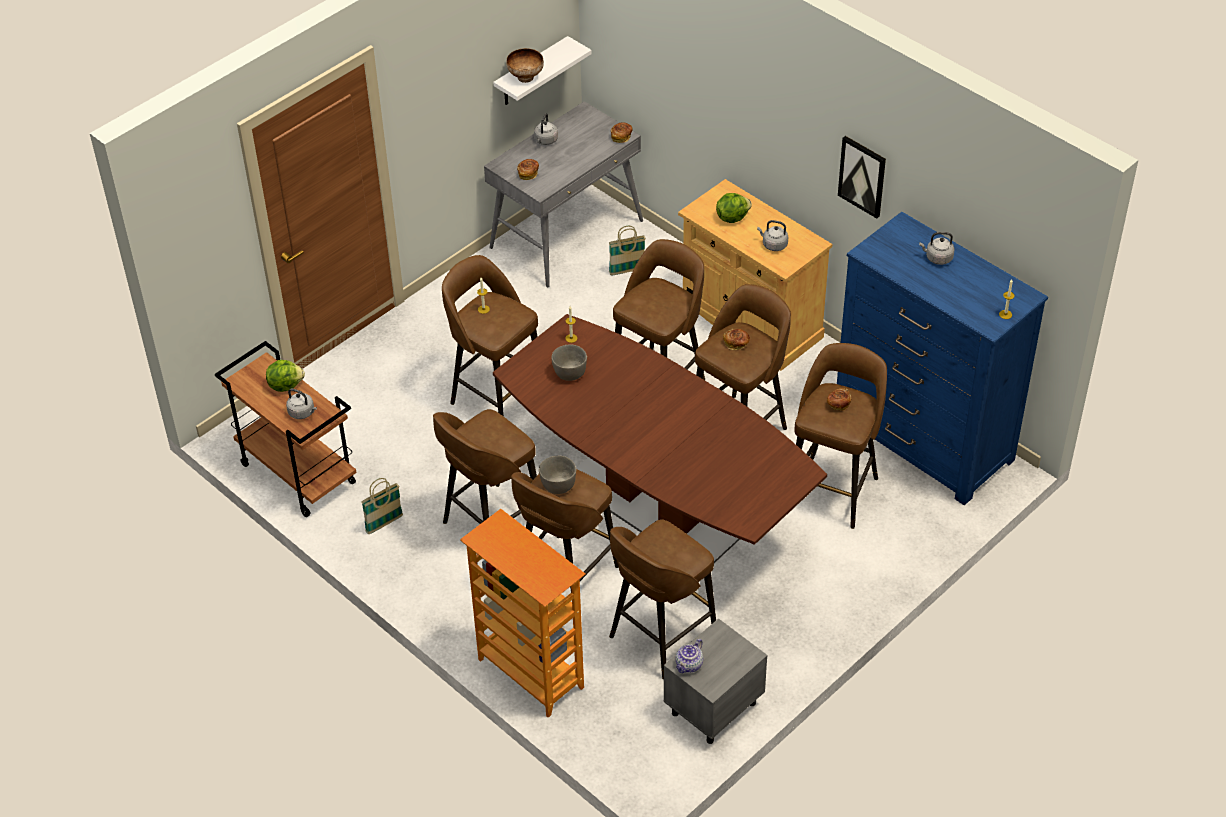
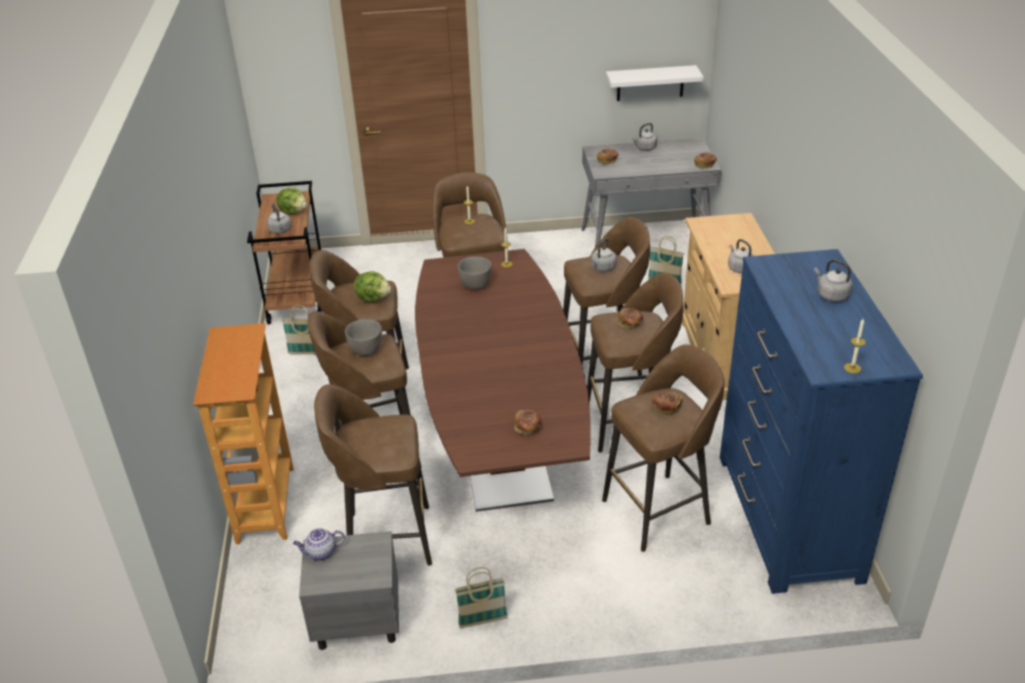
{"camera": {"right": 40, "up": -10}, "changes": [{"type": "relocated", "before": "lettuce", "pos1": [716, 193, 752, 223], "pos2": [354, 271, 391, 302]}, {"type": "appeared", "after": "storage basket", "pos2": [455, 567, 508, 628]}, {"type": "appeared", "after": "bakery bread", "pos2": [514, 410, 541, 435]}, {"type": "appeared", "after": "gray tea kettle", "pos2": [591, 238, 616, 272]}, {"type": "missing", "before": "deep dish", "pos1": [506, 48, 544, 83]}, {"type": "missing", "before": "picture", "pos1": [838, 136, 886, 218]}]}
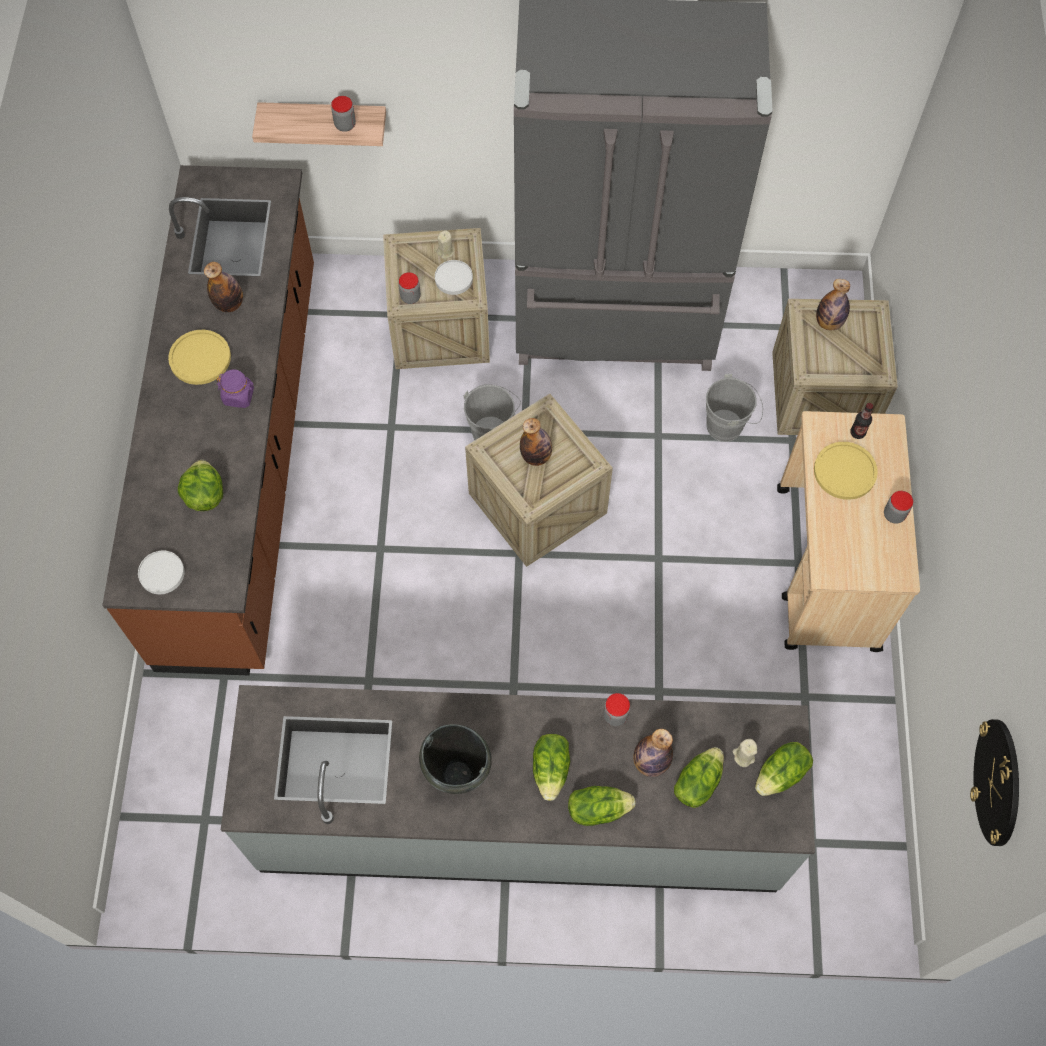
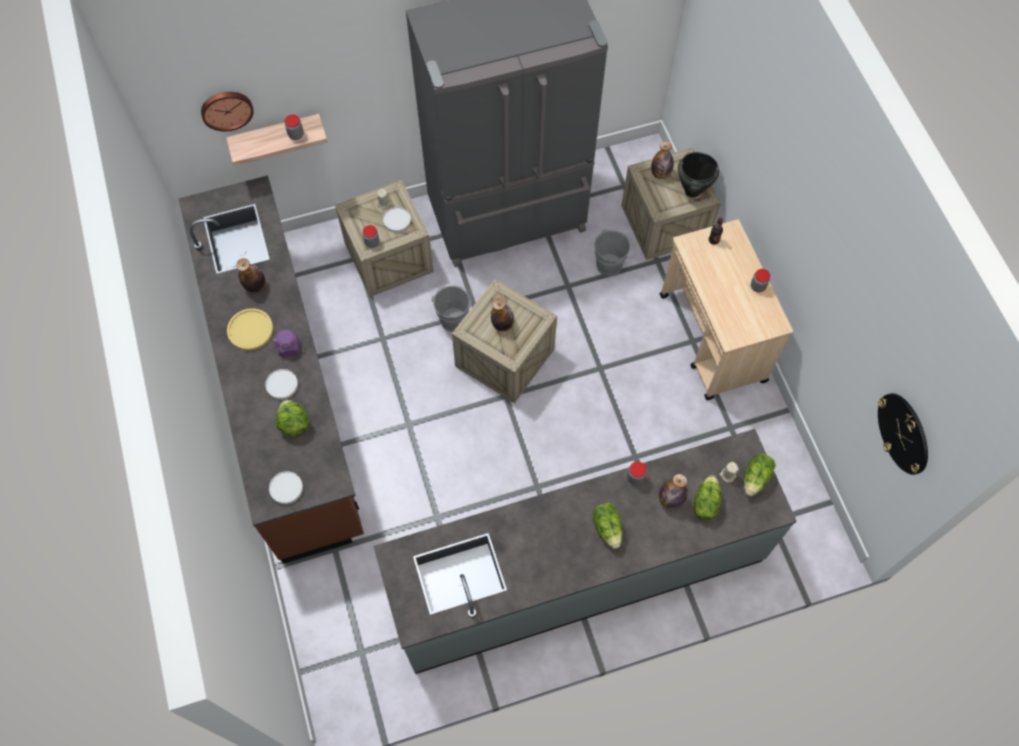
{"camera": {"right": -20, "up": 0}, "changes": [{"type": "appeared", "after": "clock on the wall", "pos2": [201, 92, 254, 131]}, {"type": "appeared", "after": "white plate", "pos2": [265, 369, 298, 400]}, {"type": "relocated", "before": "black saucepot", "pos1": [419, 724, 492, 794], "pos2": [678, 152, 719, 197]}, {"type": "missing", "before": "lettuce", "pos1": [568, 786, 636, 826]}, {"type": "missing", "before": "yellow plate", "pos1": [814, 442, 878, 500]}]}
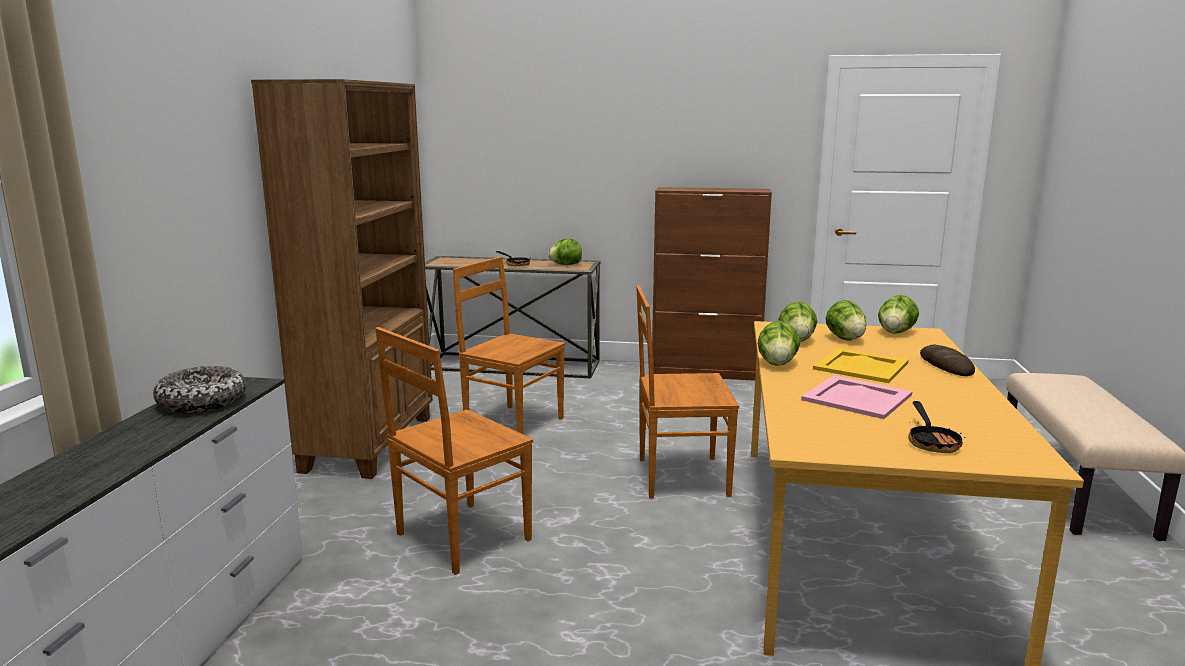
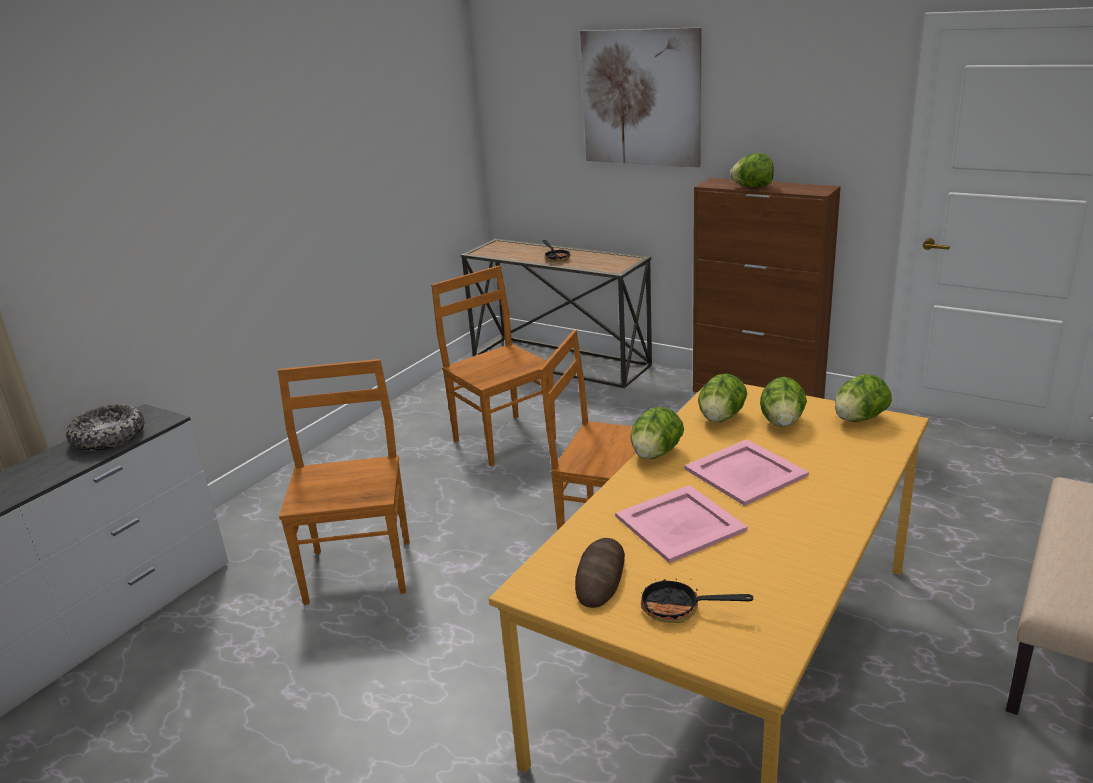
{"camera": {"right": 25, "up": 10}, "changes": [{"type": "spun", "before": "brown plain chair", "pos1": [375, 327, 533, 575], "pos2": [278, 359, 410, 605], "turn": 105}, {"type": "relocated", "before": "bakery bread", "pos1": [920, 345, 975, 376], "pos2": [575, 538, 625, 608]}, {"type": "appeared", "after": "picture", "pos2": [580, 27, 702, 168]}, {"type": "spun", "before": "skillet", "pos1": [908, 401, 966, 453], "pos2": [641, 578, 753, 623], "turn": 75}, {"type": "colour", "before": "yellow serving tray", "after": "pink-coloured serving tray", "pos1": [813, 348, 909, 383], "pos2": [684, 439, 809, 506]}, {"type": "relocated", "before": "lettuce", "pos1": [548, 238, 582, 265], "pos2": [730, 153, 774, 187]}, {"type": "missing", "before": "brown shelving unit", "pos1": [251, 79, 433, 479]}]}
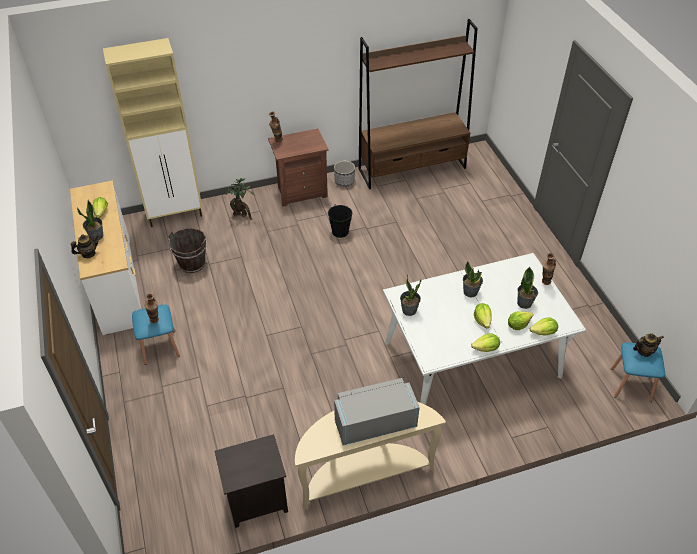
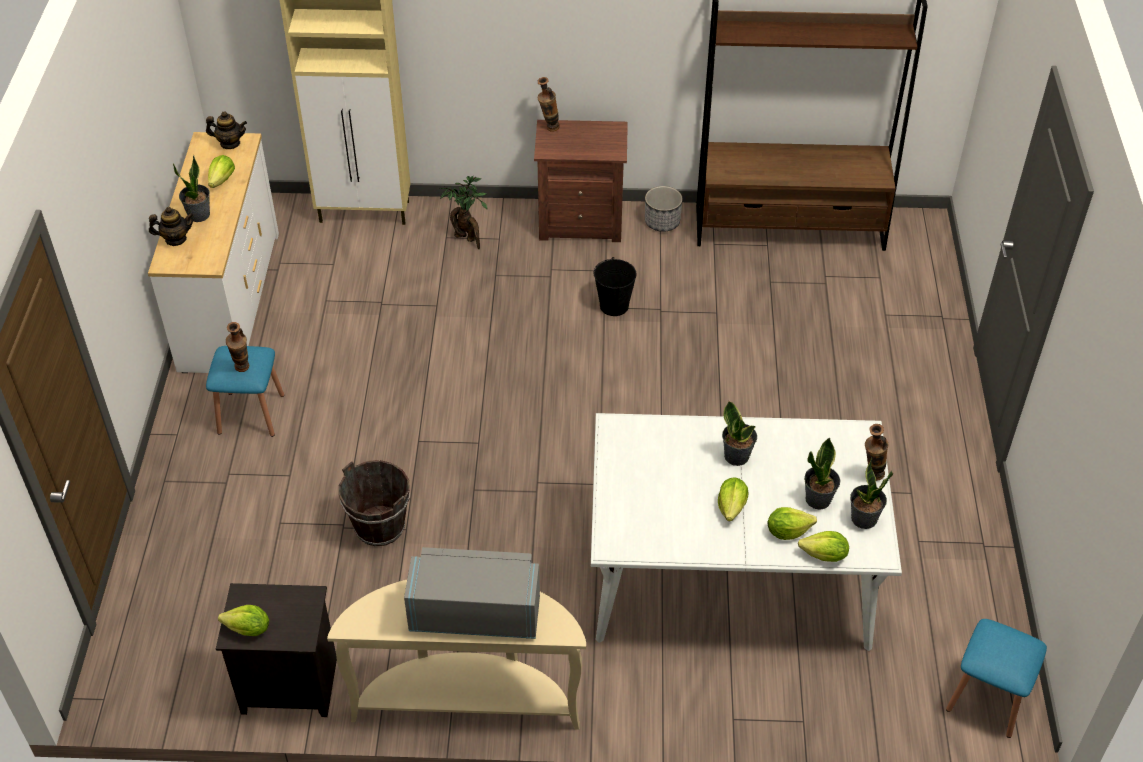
{"camera": {"right": 20, "up": 0}, "changes": [{"type": "relocated", "before": "tea pot", "pos1": [633, 334, 664, 357], "pos2": [206, 111, 247, 149]}, {"type": "relocated", "before": "lettuce", "pos1": [471, 333, 500, 352], "pos2": [218, 605, 269, 636]}, {"type": "relocated", "before": "brown bucket", "pos1": [168, 228, 207, 273], "pos2": [339, 460, 410, 546]}, {"type": "relocated", "before": "houseplant", "pos1": [400, 275, 422, 316], "pos2": [850, 457, 893, 529]}]}
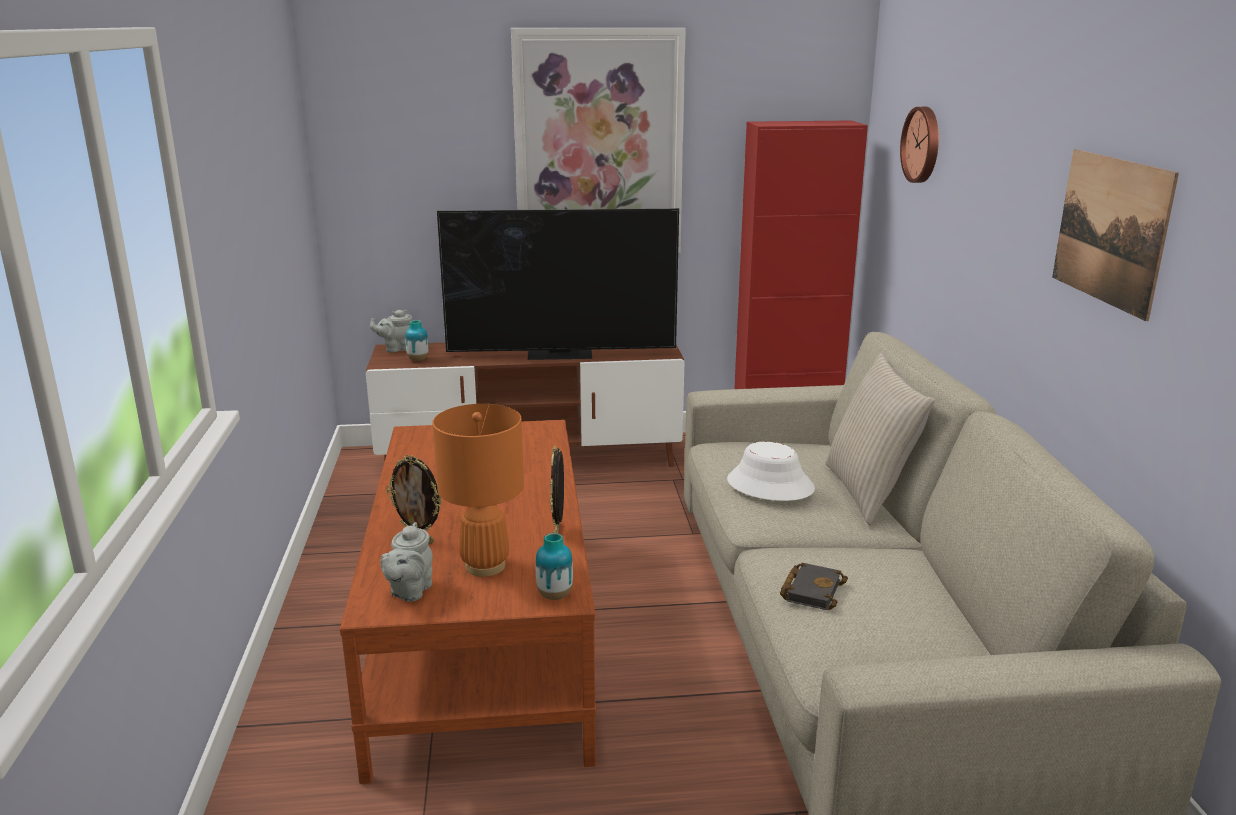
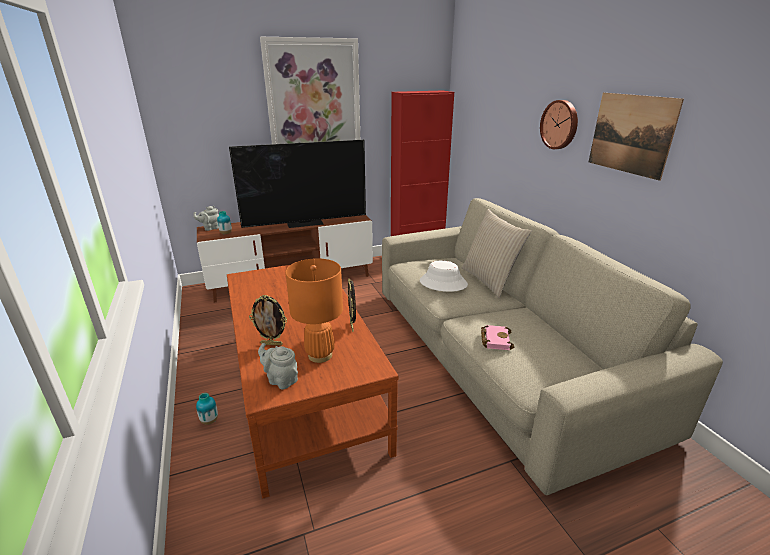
{"camera": {"right": -15, "up": 5}, "changes": [{"type": "relocated", "before": "decorative vase", "pos1": [536, 533, 573, 600], "pos2": [196, 393, 218, 425]}, {"type": "spun", "before": "gray tea pot", "pos1": [380, 522, 433, 602], "pos2": [258, 343, 298, 389], "turn": 120}, {"type": "colour", "before": "black bound book", "after": "pink-coloured bound book", "pos1": [780, 563, 848, 610], "pos2": [481, 325, 514, 350]}, {"type": "relocated", "before": "clock on the wall", "pos1": [900, 107, 939, 183], "pos2": [540, 100, 578, 149]}]}
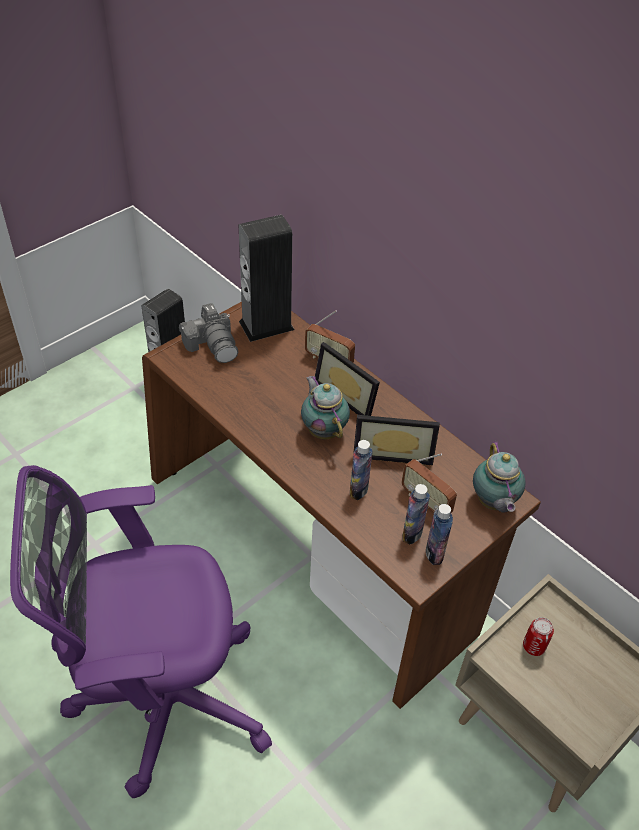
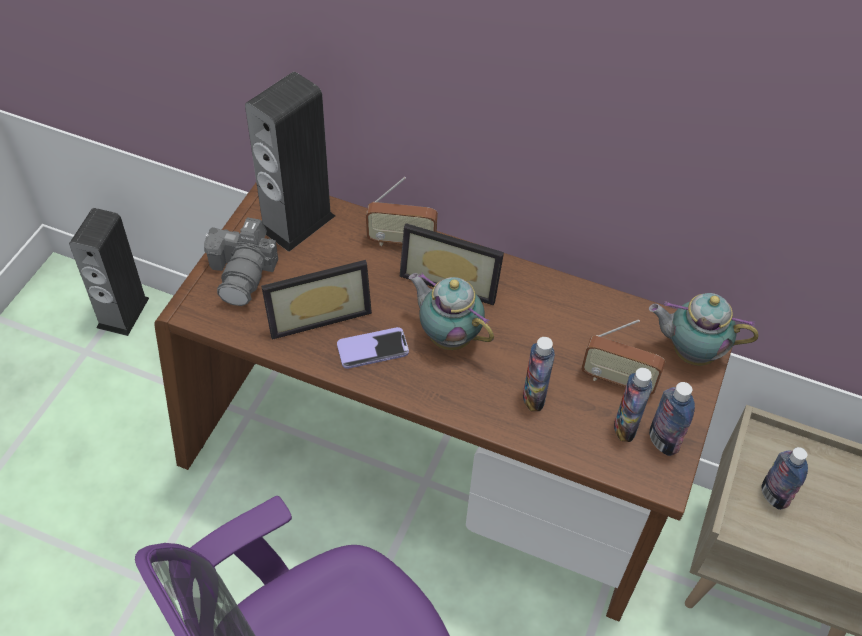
{"camera": {"right": -25, "up": 5}, "changes": [{"type": "spun", "before": "still camera", "pos1": [179, 303, 238, 363], "pos2": [204, 217, 278, 306], "turn": 60}, {"type": "relocated", "before": "photo frame", "pos1": [353, 415, 440, 465], "pos2": [261, 260, 372, 340]}, {"type": "appeared", "after": "handset", "pos2": [337, 327, 409, 369]}, {"type": "spun", "before": "tea pot", "pos1": [473, 441, 526, 513], "pos2": [649, 293, 759, 366], "turn": 135}, {"type": "exchanged", "before": "can", "after": "beverage bottle", "pos1": [523, 617, 554, 656], "pos2": [761, 447, 808, 510]}]}
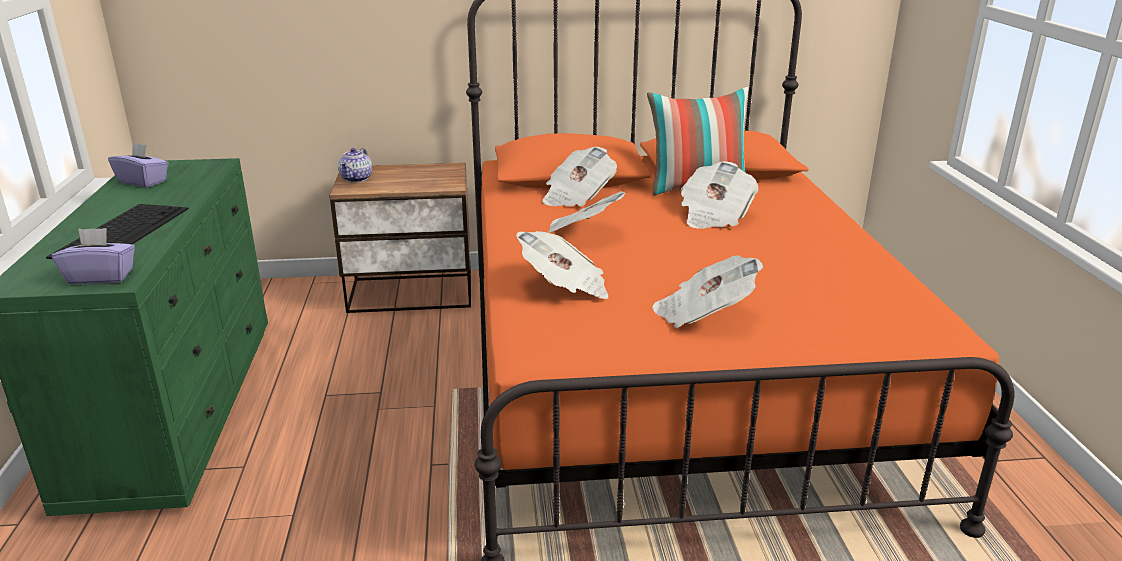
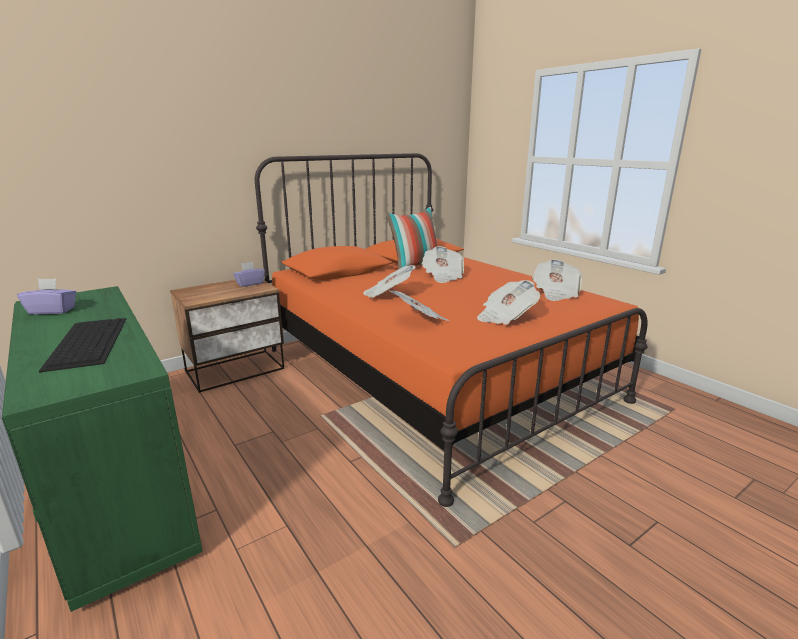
{"camera": {"right": -30, "up": -5}, "changes": [{"type": "relocated", "before": "purple tissue holder", "pos1": [52, 228, 135, 284], "pos2": [233, 262, 265, 287]}, {"type": "relocated", "before": "printed paper", "pos1": [542, 147, 617, 207], "pos2": [532, 259, 583, 301]}, {"type": "missing", "before": "tea pot", "pos1": [338, 148, 372, 183]}]}
